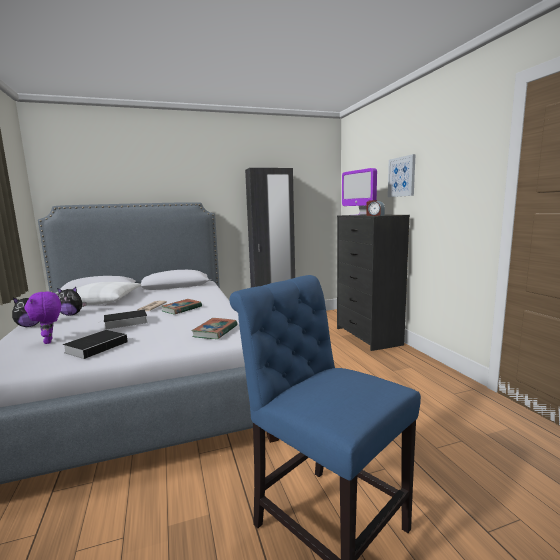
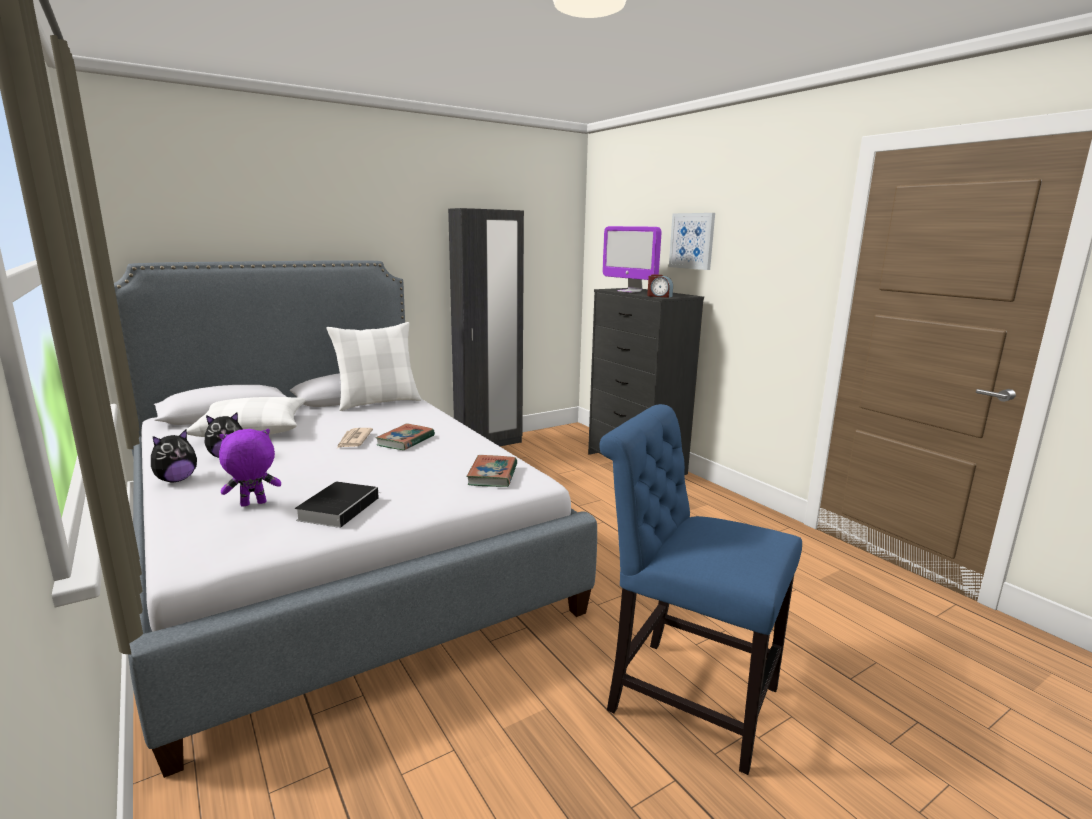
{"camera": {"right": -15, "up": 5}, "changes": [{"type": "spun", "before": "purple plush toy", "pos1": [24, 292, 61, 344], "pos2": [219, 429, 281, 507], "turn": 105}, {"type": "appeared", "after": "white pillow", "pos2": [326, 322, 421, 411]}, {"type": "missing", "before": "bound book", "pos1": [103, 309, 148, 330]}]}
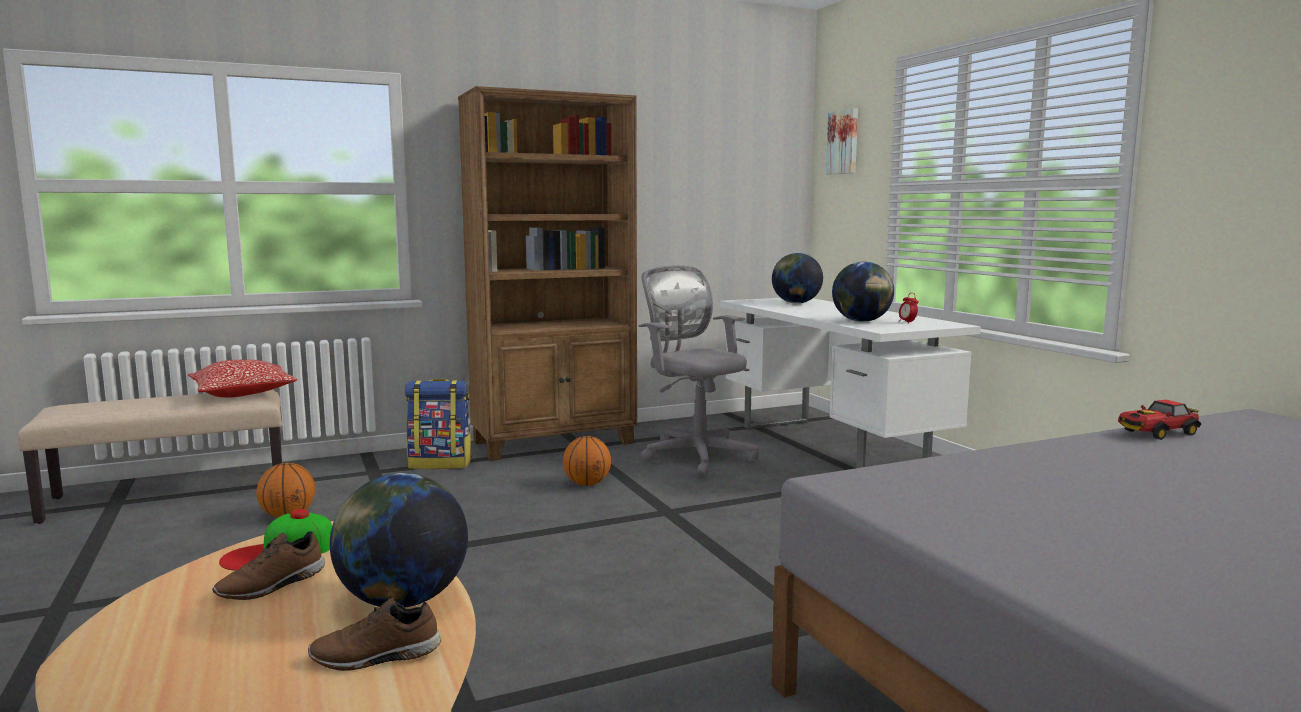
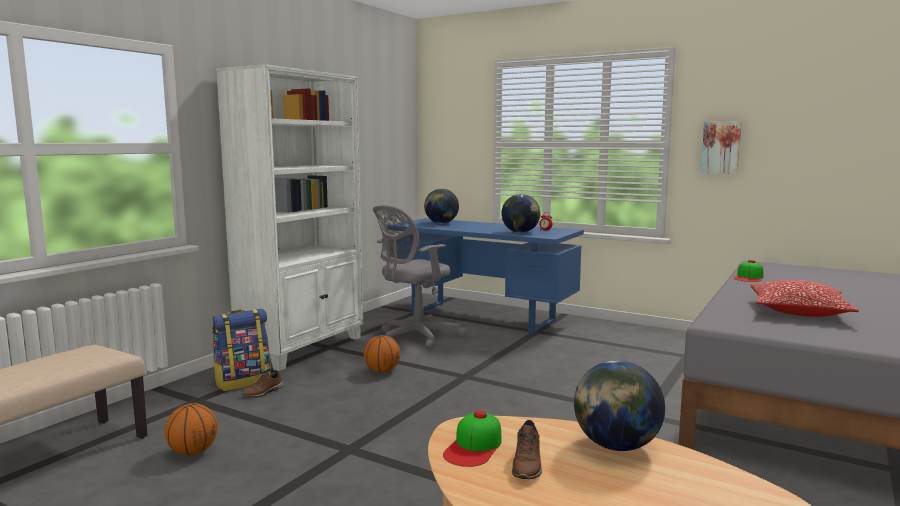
{"camera": {"right": -35, "up": 0}, "changes": [{"type": "colour", "before": "brown shelving unit", "after": "white shelving unit", "pos1": [458, 86, 637, 461], "pos2": [216, 64, 363, 371]}, {"type": "relocated", "before": "brown low shoe", "pos1": [308, 598, 441, 671], "pos2": [242, 371, 283, 398]}, {"type": "spun", "before": "gray computer chair", "pos1": [639, 265, 759, 476], "pos2": [373, 205, 466, 349], "turn": -60}, {"type": "colour", "before": "white desk unit", "after": "blue-coloured desk unit", "pos1": [720, 298, 981, 468], "pos2": [396, 218, 584, 334]}, {"type": "relocated", "before": "picture", "pos1": [826, 108, 858, 174], "pos2": [701, 121, 742, 174]}, {"type": "exchanged", "before": "model car", "after": "baseball cap", "pos1": [1118, 400, 1202, 440], "pos2": [734, 260, 764, 282]}, {"type": "relocated", "before": "pillow", "pos1": [188, 360, 297, 398], "pos2": [750, 280, 859, 317]}]}
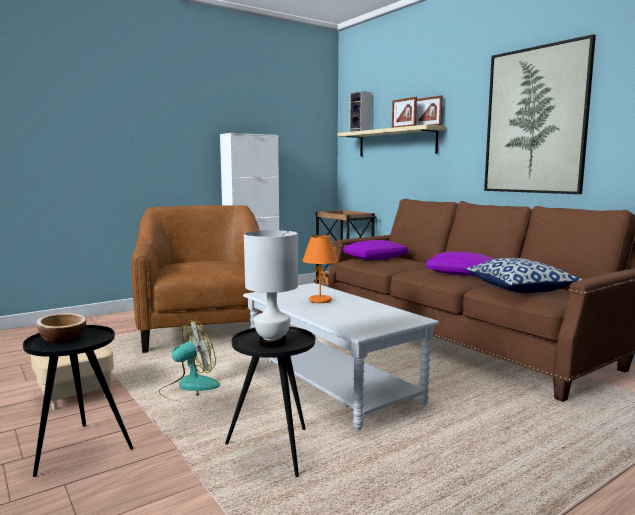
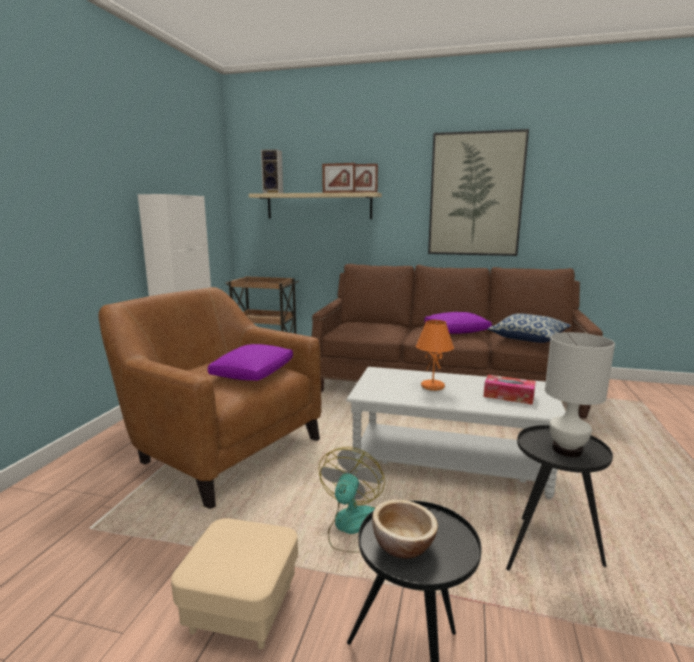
{"camera": {"right": -40, "up": 5}, "changes": [{"type": "relocated", "before": "purple pillow", "pos1": [343, 240, 408, 260], "pos2": [208, 344, 293, 381]}, {"type": "appeared", "after": "tissue holder", "pos2": [484, 375, 536, 405]}]}
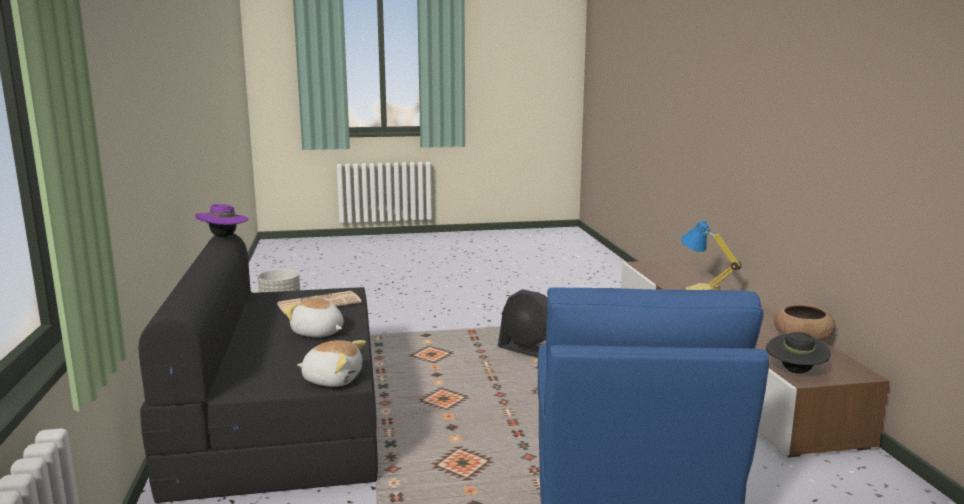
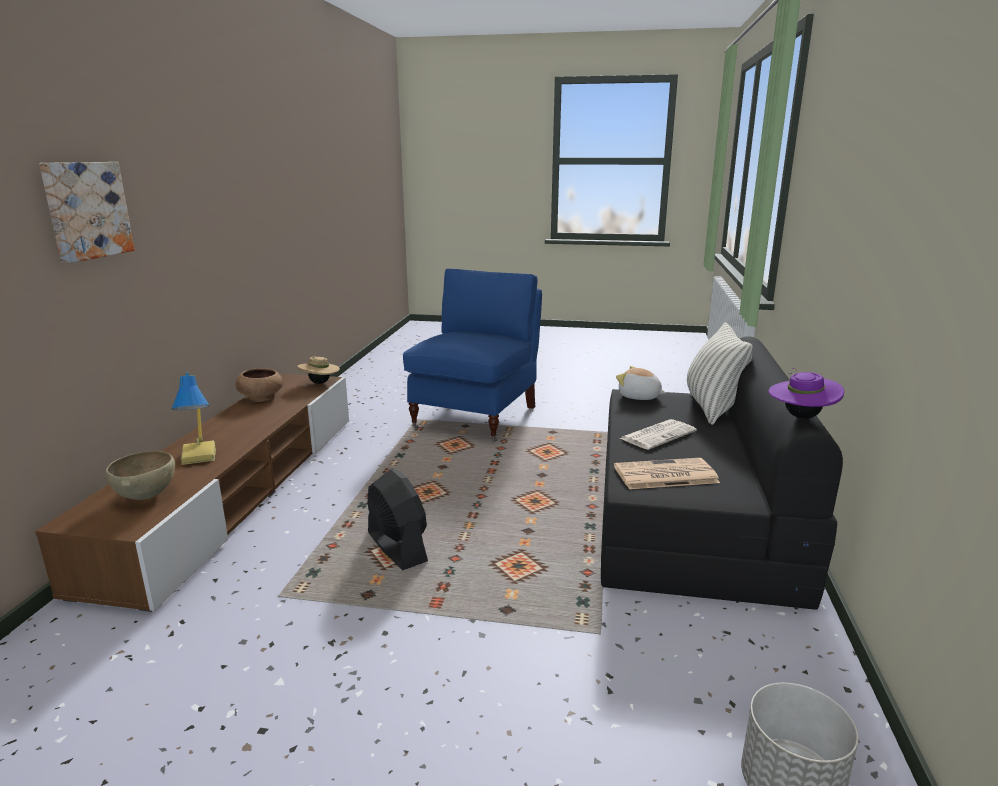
{"camera": {"right": -160, "up": 5}, "changes": [{"type": "appeared", "after": "picture", "pos2": [39, 162, 135, 263]}, {"type": "appeared", "after": "brown deep dish", "pos2": [105, 450, 175, 500]}, {"type": "colour", "before": "black clothing hat", "after": "beige-coloured clothing hat", "pos1": [766, 332, 831, 374], "pos2": [297, 356, 340, 384]}, {"type": "exchanged", "before": "plush toy", "after": "printed paper", "pos1": [283, 296, 344, 337], "pos2": [619, 419, 697, 450]}, {"type": "appeared", "after": "pillow", "pos2": [687, 322, 753, 425]}]}
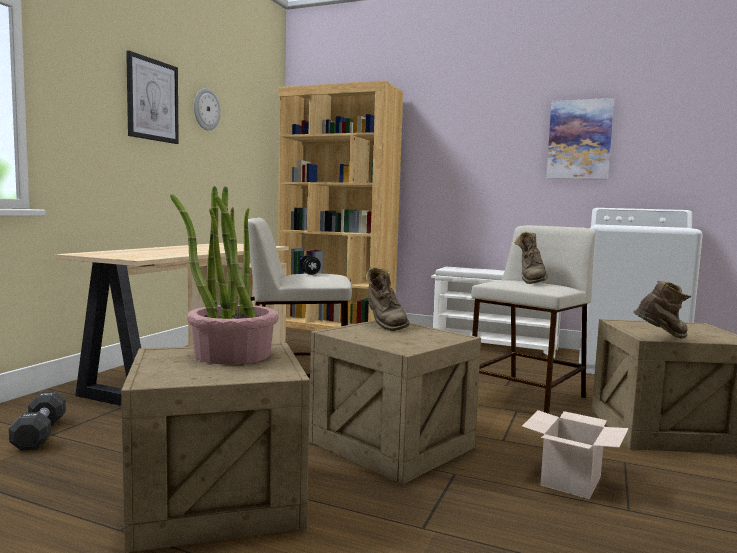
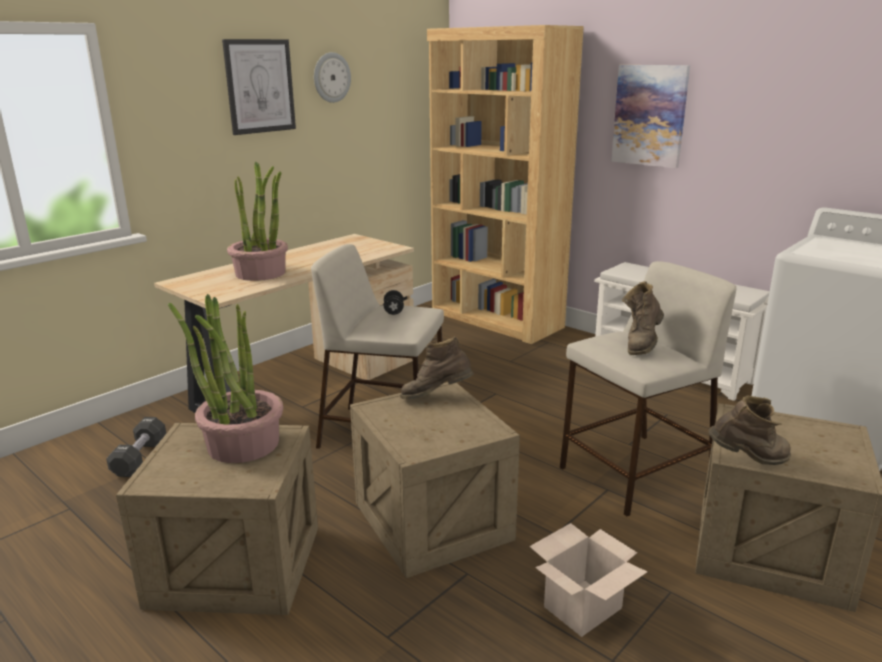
{"camera": {"right": 20, "up": 15}, "changes": [{"type": "appeared", "after": "houseplant", "pos2": [227, 162, 288, 281]}, {"type": "spun", "before": "brown tall boot", "pos1": [366, 267, 410, 331], "pos2": [400, 337, 474, 399], "turn": 90}, {"type": "relocated", "before": "picture", "pos1": [546, 98, 614, 179], "pos2": [611, 65, 690, 168]}]}
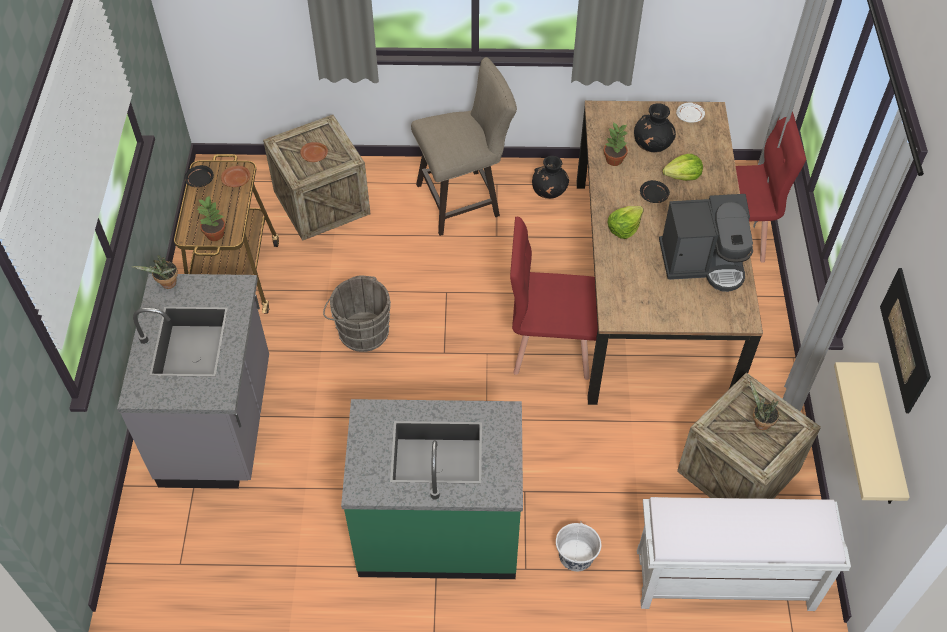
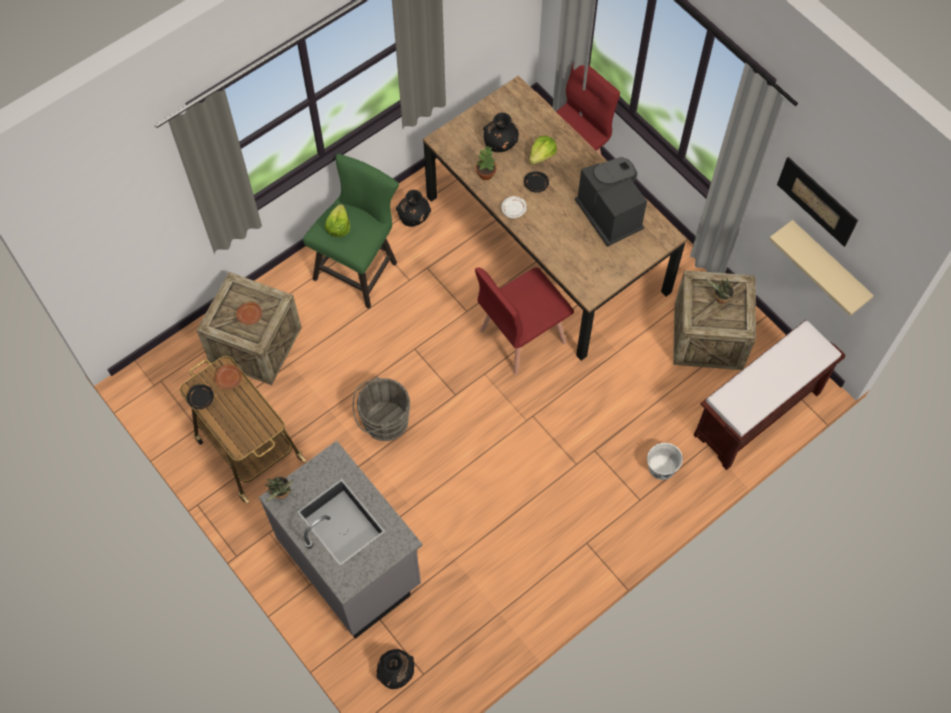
{"camera": {"right": -40, "up": 10}, "changes": [{"type": "colour", "before": "beige-coloured stool", "after": "green-coloured stool", "pos1": [411, 57, 517, 236], "pos2": [303, 154, 399, 309]}, {"type": "relocated", "before": "lettuce", "pos1": [607, 206, 644, 239], "pos2": [325, 204, 350, 237]}, {"type": "appeared", "after": "black decorative vase", "pos2": [377, 649, 414, 689]}, {"type": "relocated", "before": "white plate", "pos1": [676, 102, 705, 123], "pos2": [501, 196, 527, 218]}, {"type": "spun", "before": "coffee maker", "pos1": [659, 194, 753, 292], "pos2": [575, 157, 647, 247], "turn": -75}, {"type": "colour", "before": "white bench", "after": "brown bench", "pos1": [637, 497, 851, 611], "pos2": [694, 320, 846, 470]}, {"type": "missing", "before": "houseplant", "pos1": [196, 196, 226, 241]}, {"type": "missing", "before": "green-coloured kitchen counter", "pos1": [341, 399, 523, 579]}]}
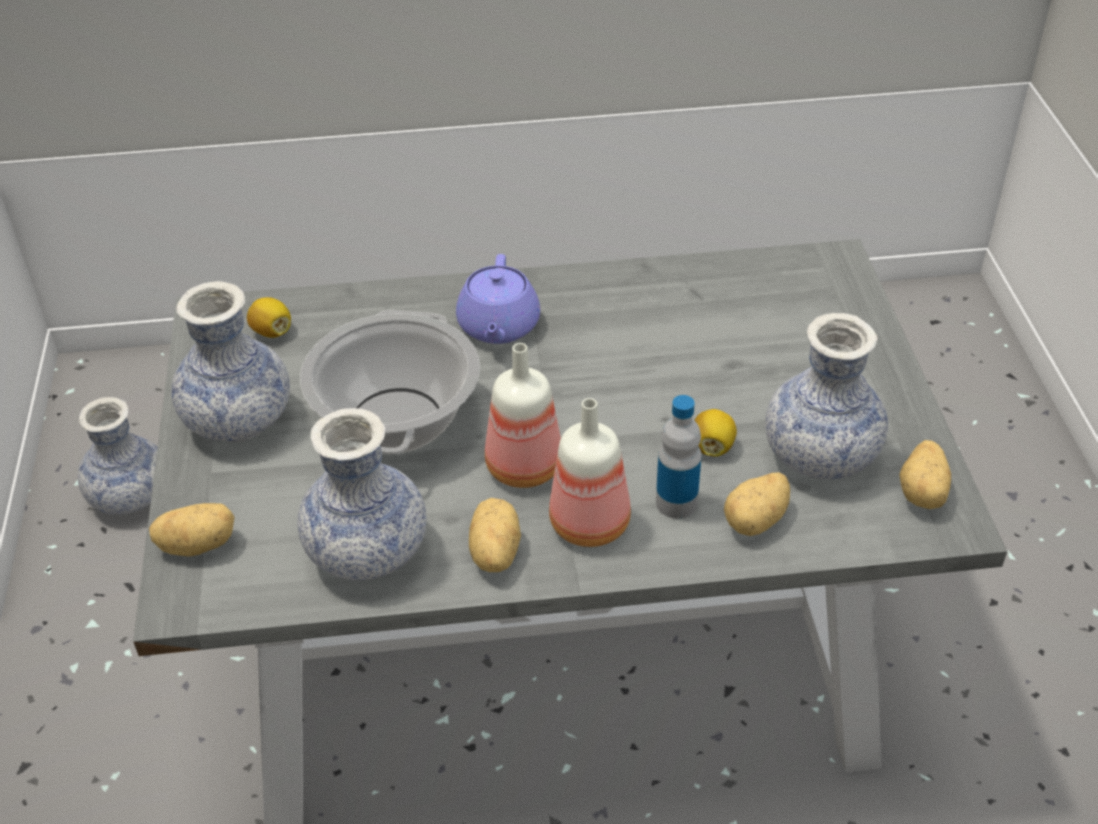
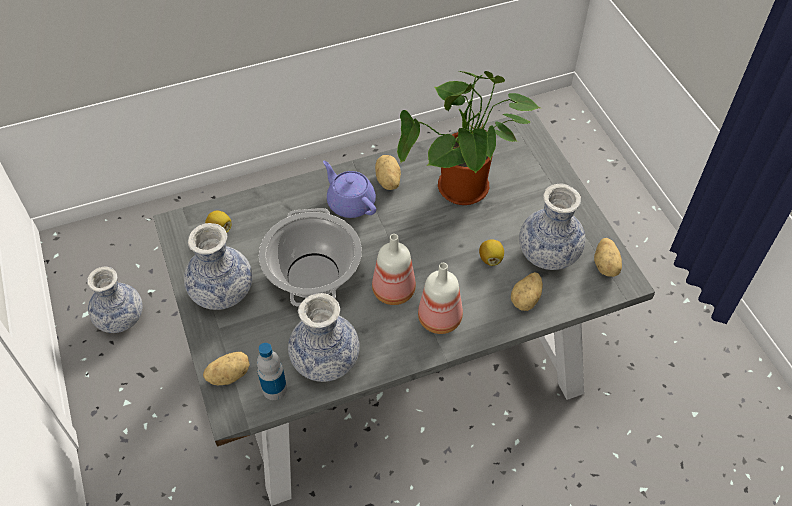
{"camera": {"right": -15, "up": 10}, "changes": [{"type": "relocated", "before": "beverage bottle", "pos1": [656, 395, 702, 519], "pos2": [257, 343, 287, 400]}, {"type": "spun", "before": "purple tea pot", "pos1": [456, 254, 540, 344], "pos2": [323, 161, 376, 218], "turn": 150}, {"type": "relocated", "before": "whole potato", "pos1": [469, 498, 521, 572], "pos2": [375, 155, 401, 190]}, {"type": "appeared", "after": "houseplant", "pos2": [397, 71, 540, 205]}]}
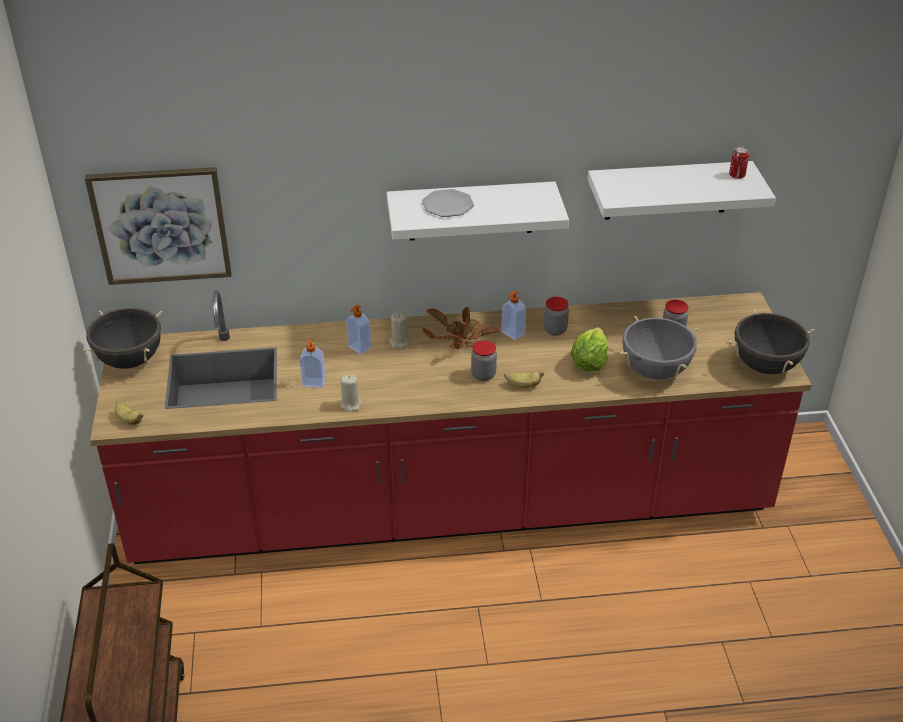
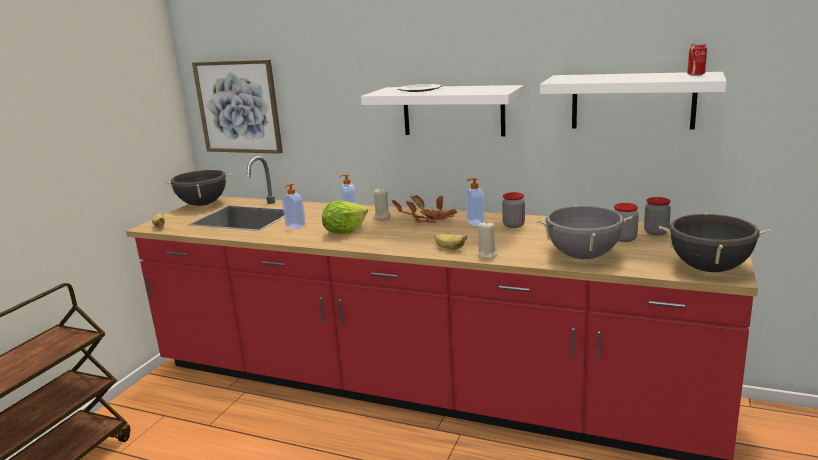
{"camera": {"right": 30, "up": -20}, "changes": [{"type": "relocated", "before": "lettuce", "pos1": [571, 327, 608, 371], "pos2": [322, 201, 368, 234]}, {"type": "relocated", "before": "beige-coloured wax light", "pos1": [340, 374, 362, 412], "pos2": [477, 221, 498, 259]}, {"type": "relocated", "before": "storage jar", "pos1": [471, 340, 497, 381], "pos2": [644, 197, 671, 235]}]}
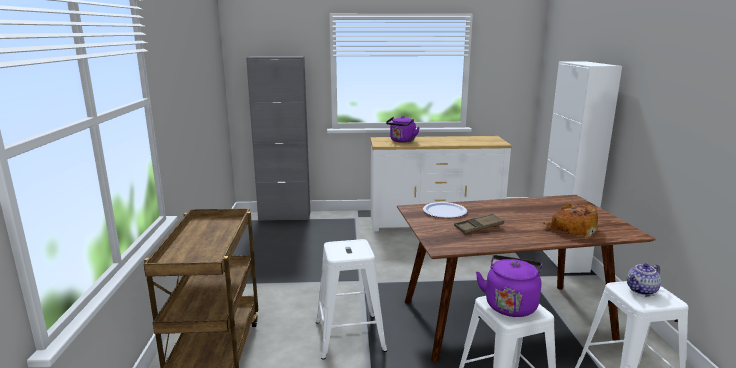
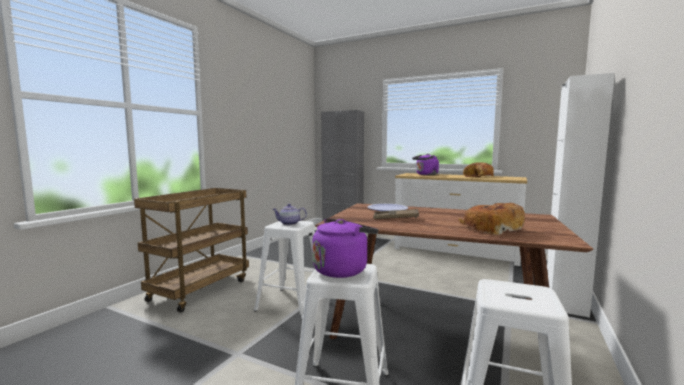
{"camera": {"right": 30, "up": -10}, "changes": [{"type": "relocated", "before": "tea pot", "pos1": [627, 263, 661, 295], "pos2": [273, 204, 307, 225]}, {"type": "appeared", "after": "bakery bread", "pos2": [463, 162, 494, 177]}]}
